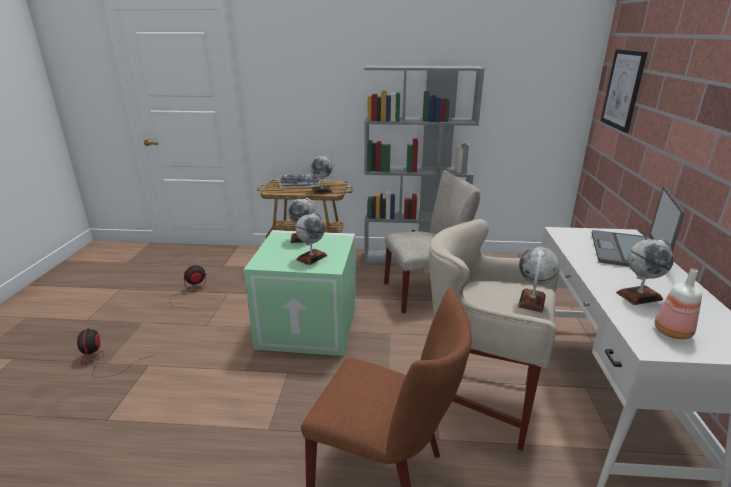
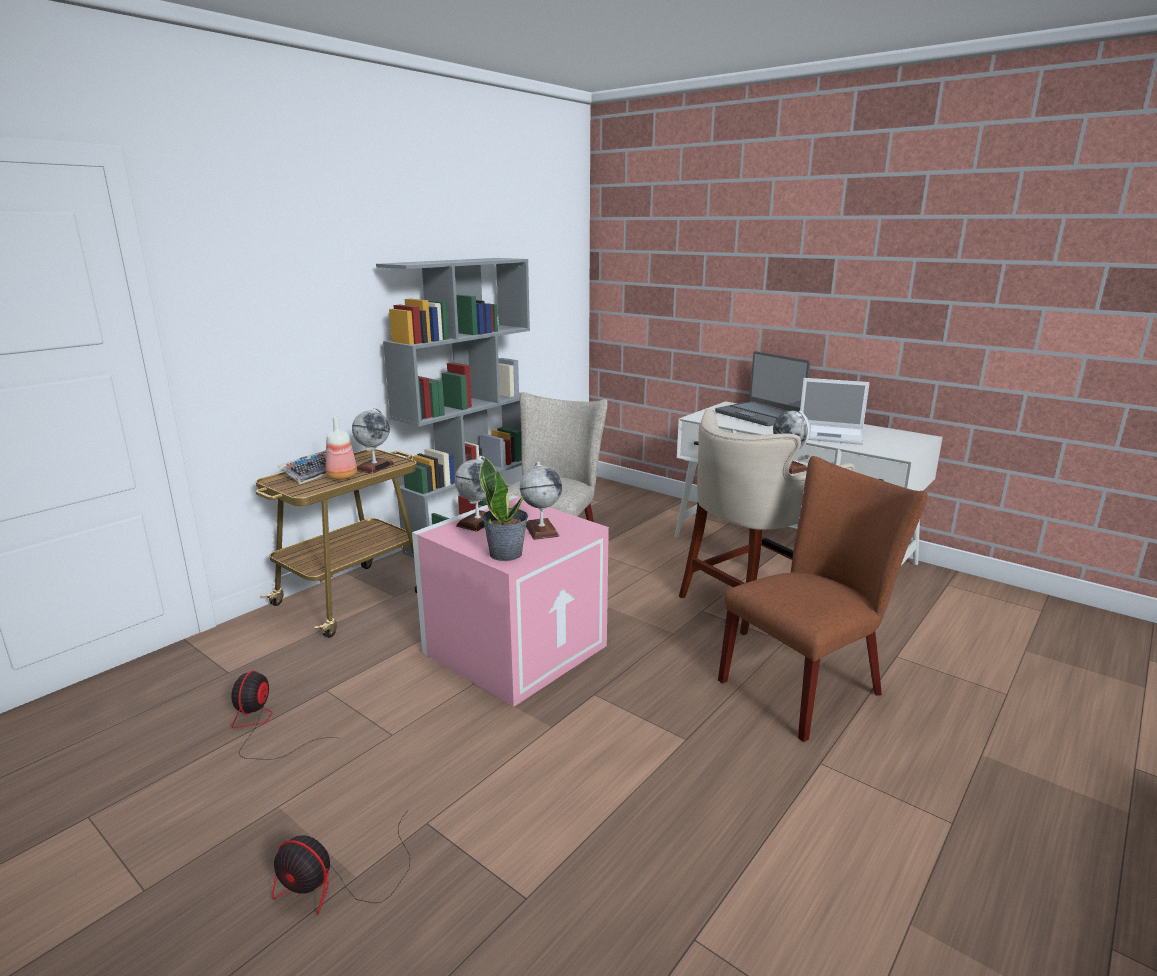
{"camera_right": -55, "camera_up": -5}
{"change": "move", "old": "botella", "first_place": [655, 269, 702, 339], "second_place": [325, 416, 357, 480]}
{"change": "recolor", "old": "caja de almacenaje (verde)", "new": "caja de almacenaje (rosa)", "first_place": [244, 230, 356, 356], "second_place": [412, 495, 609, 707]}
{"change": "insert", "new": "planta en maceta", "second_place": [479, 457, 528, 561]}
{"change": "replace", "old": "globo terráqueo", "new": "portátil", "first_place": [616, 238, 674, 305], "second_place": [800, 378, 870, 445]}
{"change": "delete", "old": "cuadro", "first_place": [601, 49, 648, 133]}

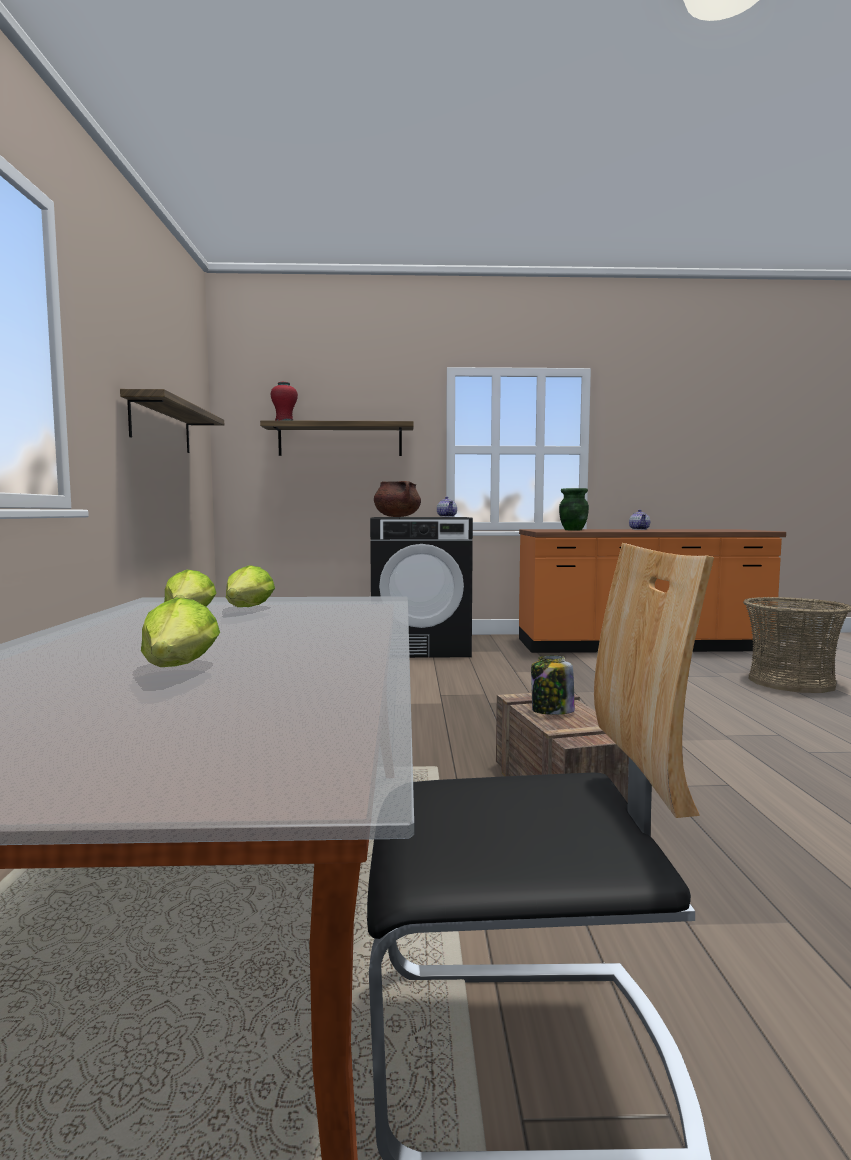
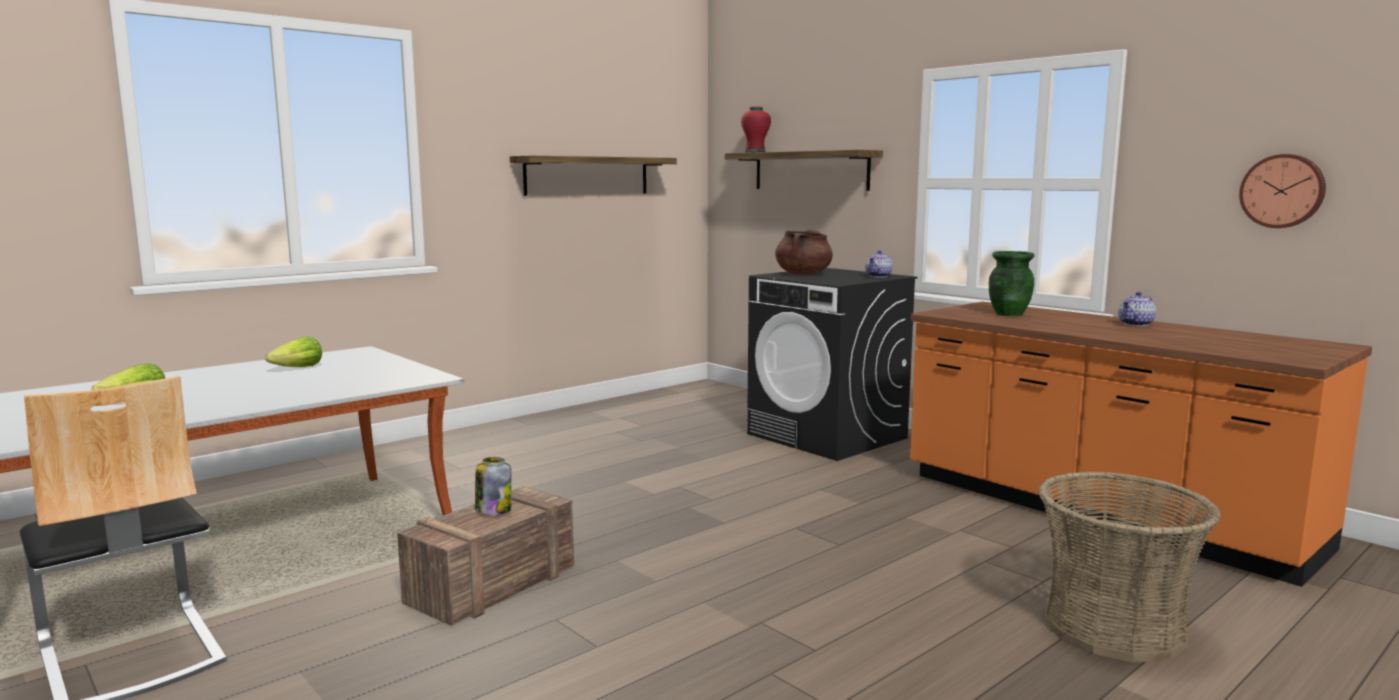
{"camera_right": 50, "camera_up": 5}
{"change": "insert", "new": "reloj de pared", "second_place": [1239, 154, 1326, 228]}
{"change": "delete", "old": "lechuga", "first_place": [226, 565, 275, 607]}

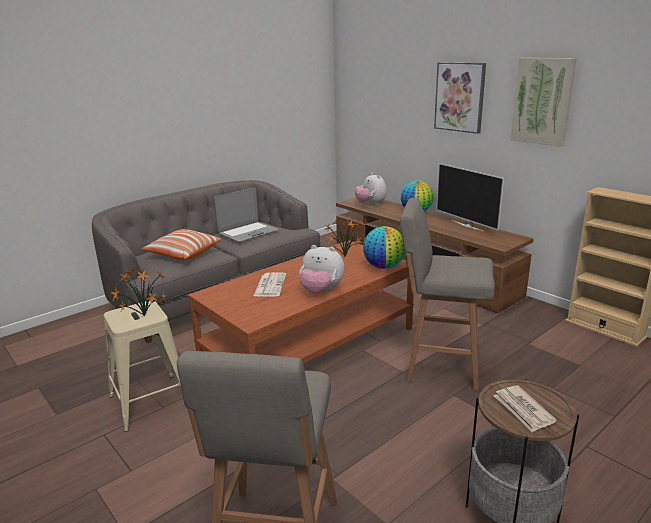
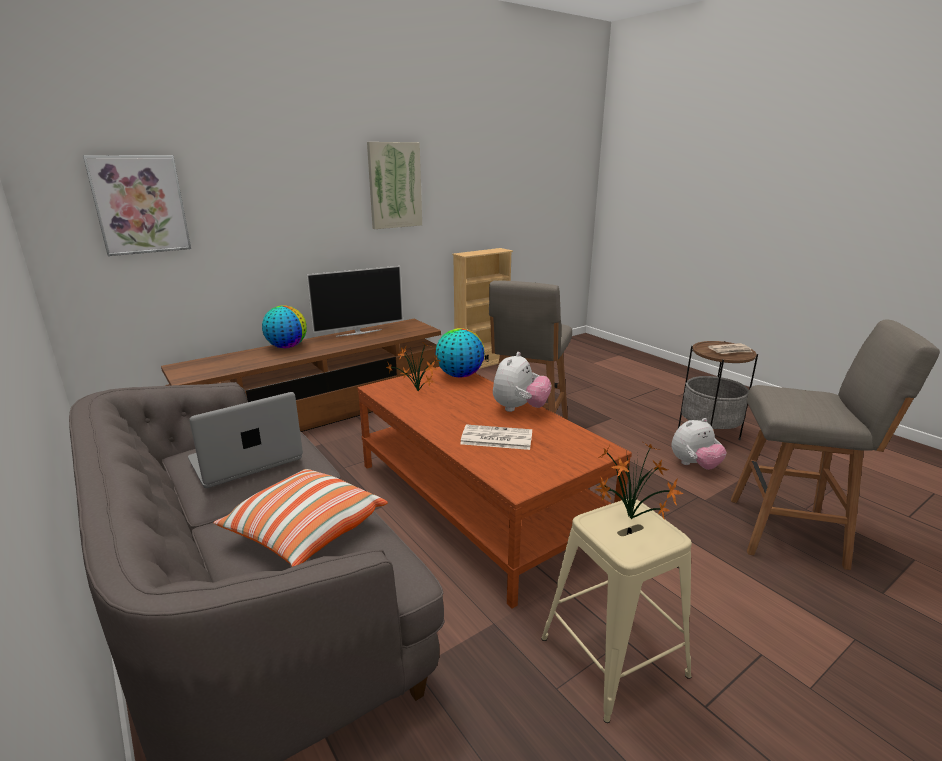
{"camera_right": -85, "camera_up": 0}
{"change": "move", "old": "cuadro", "first_place": [434, 62, 486, 134], "second_place": [83, 155, 191, 256]}
{"change": "rotate", "old": "portátil", "first_place": [214, 188, 279, 242], "second_place": [188, 392, 303, 488], "degrees": -90}
{"change": "move", "old": "peluche", "first_place": [355, 173, 387, 205], "second_place": [672, 418, 727, 470]}

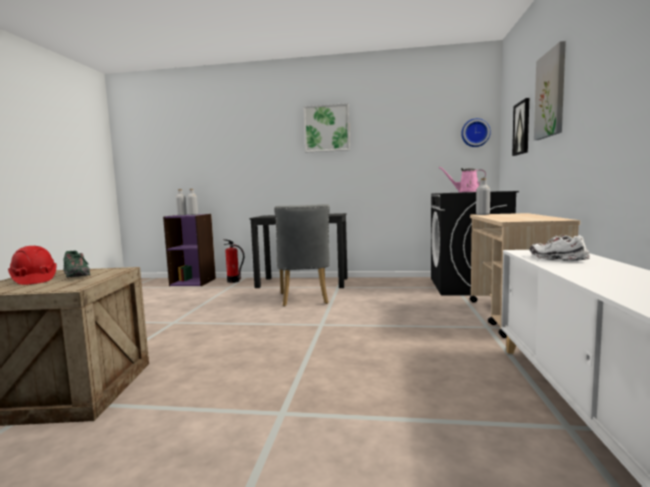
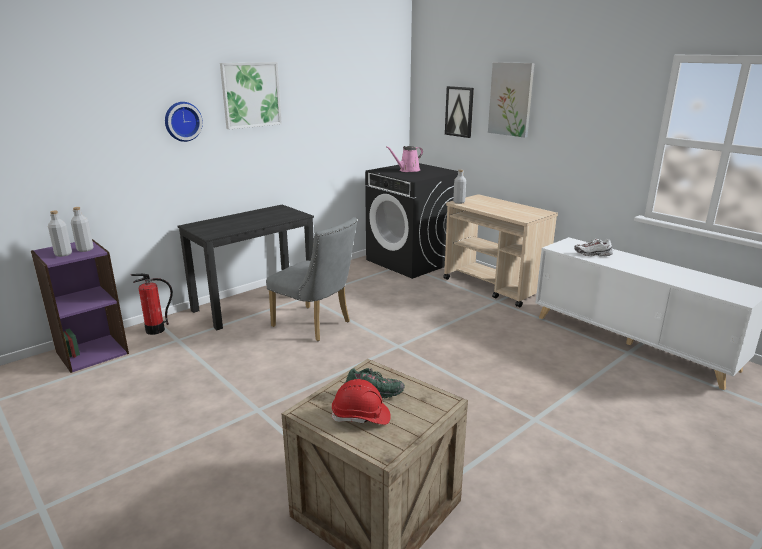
{"camera_right": -50, "camera_up": 15}
{"change": "move", "old": "reloj de pared", "first_place": [461, 118, 491, 147], "second_place": [165, 102, 203, 142]}

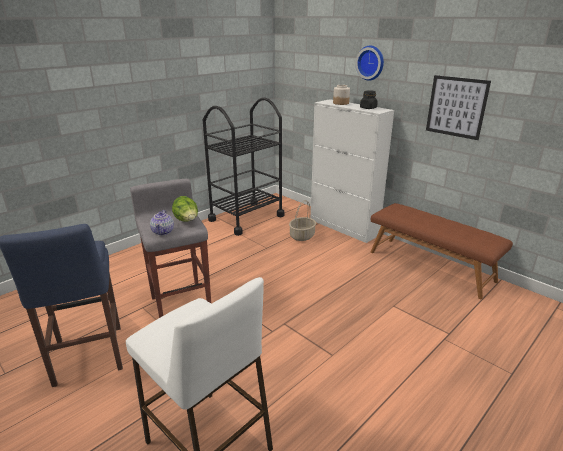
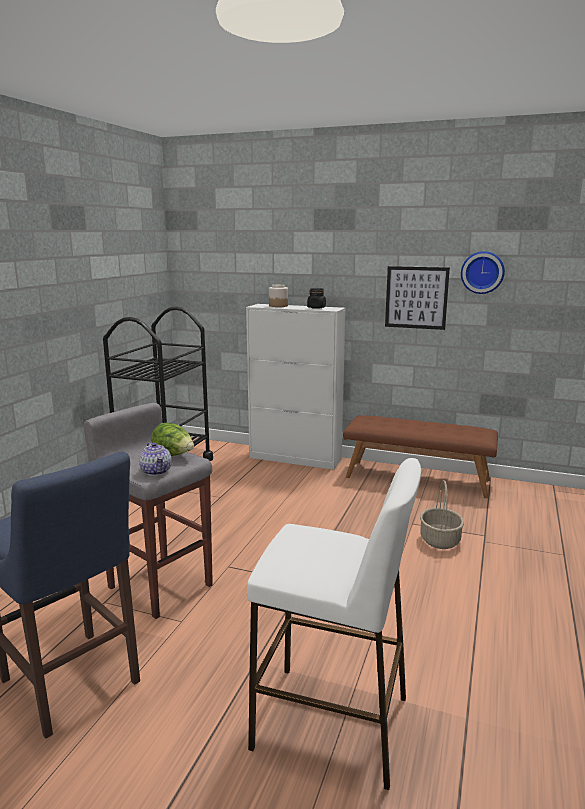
{"camera_right": -25, "camera_up": -10}
{"change": "move", "old": "cesta", "first_place": [289, 200, 316, 241], "second_place": [420, 480, 464, 549]}
{"change": "move", "old": "reloj de pared", "first_place": [355, 45, 384, 81], "second_place": [461, 251, 505, 294]}

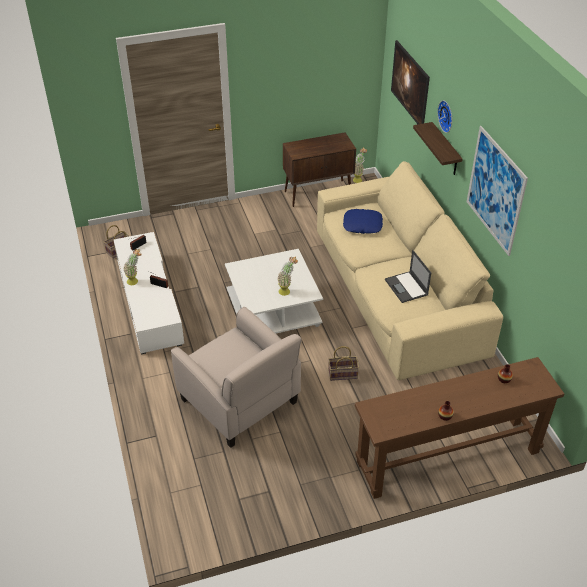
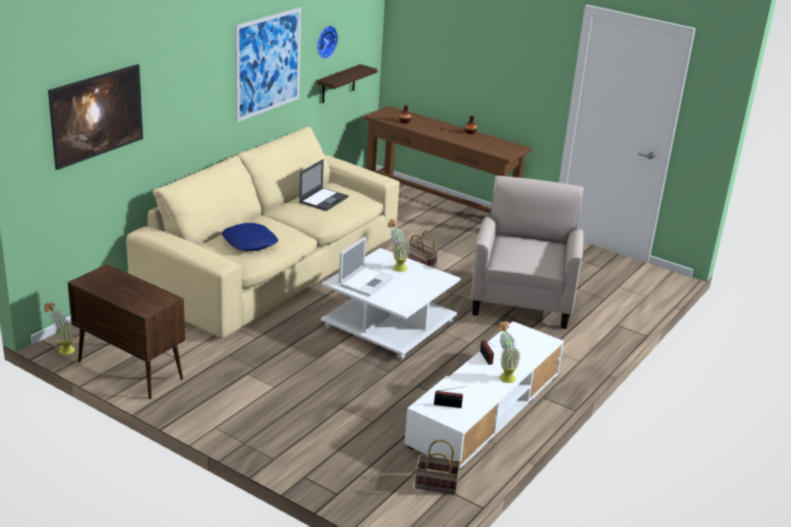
{"camera_right": -130, "camera_up": -15}
{"change": "move", "old": "reloj de pared", "first_place": [437, 100, 452, 133], "second_place": [317, 25, 338, 59]}
{"change": "move", "old": "estante", "first_place": [413, 122, 462, 175], "second_place": [317, 64, 378, 103]}
{"change": "insert", "new": "portátil", "second_place": [339, 237, 394, 296]}

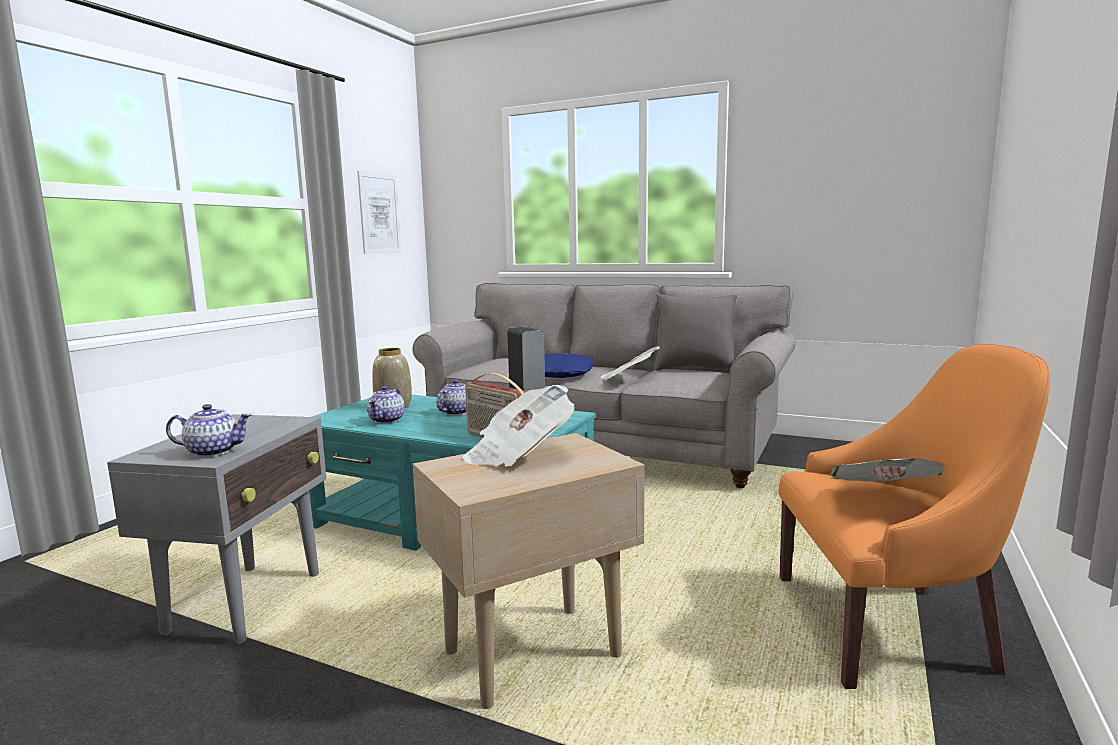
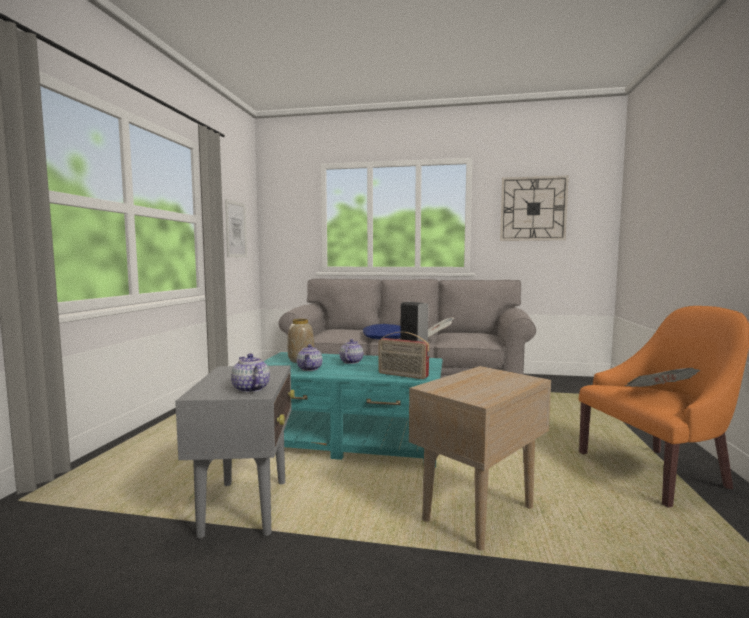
{"camera_right": -15, "camera_up": -5}
{"change": "rotate", "old": "tetera", "first_place": [166, 404, 252, 457], "second_place": [231, 353, 270, 393], "degrees": -105}
{"change": "insert", "new": "reloj de pared", "second_place": [500, 175, 569, 241]}
{"change": "delete", "old": "periódico", "first_place": [463, 385, 574, 467]}
{"change": "delete", "old": "cojín (gris)", "first_place": [656, 294, 737, 371]}

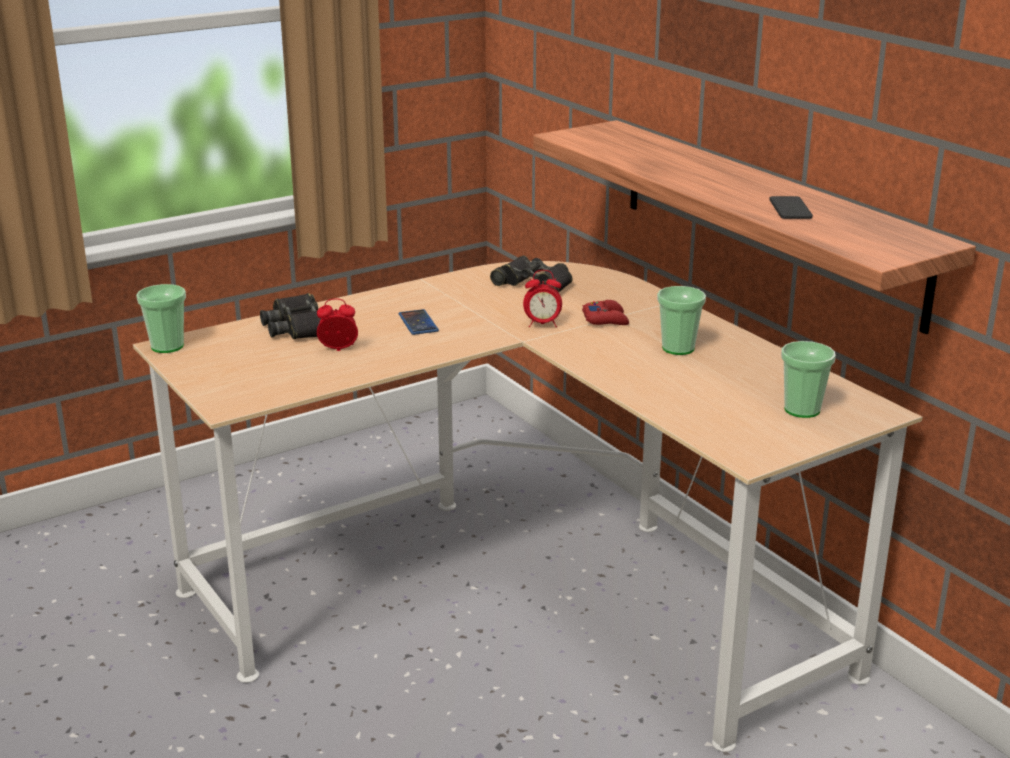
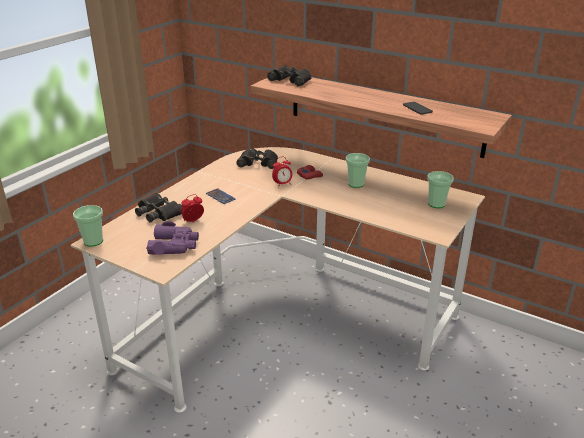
{"camera_right": -25, "camera_up": 5}
{"change": "insert", "new": "prismáticos (morado)", "second_place": [146, 221, 199, 255]}
{"change": "insert", "new": "prismáticos (negro)", "second_place": [267, 65, 312, 87]}

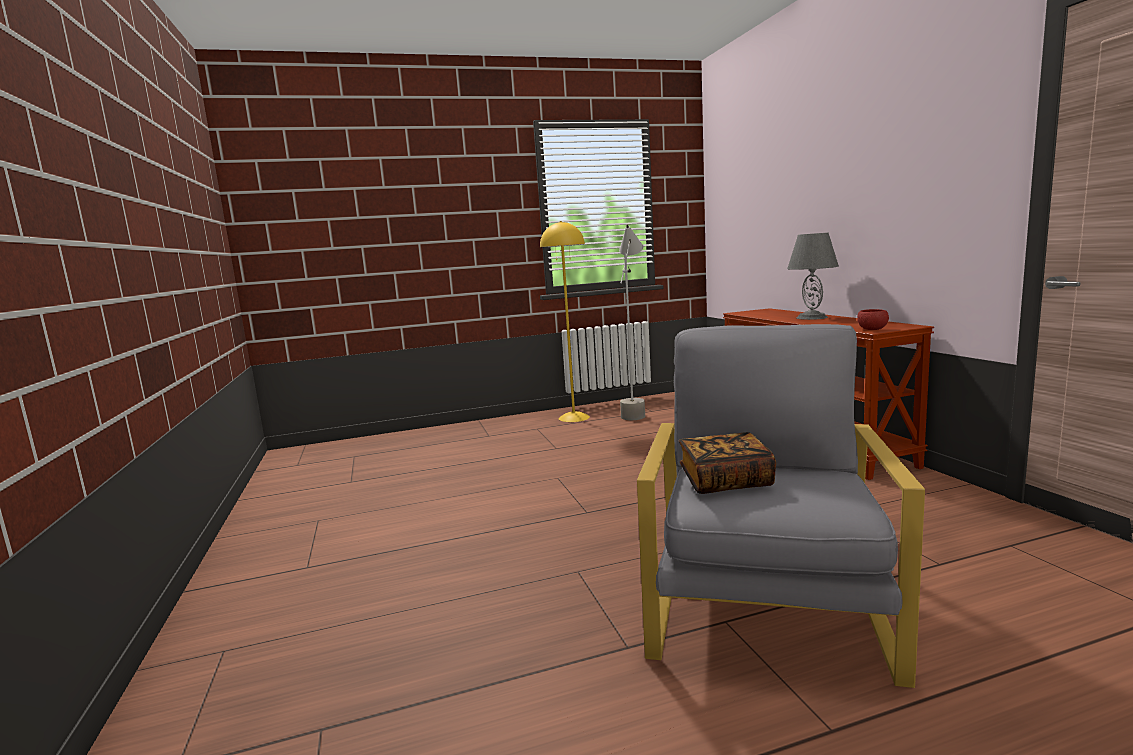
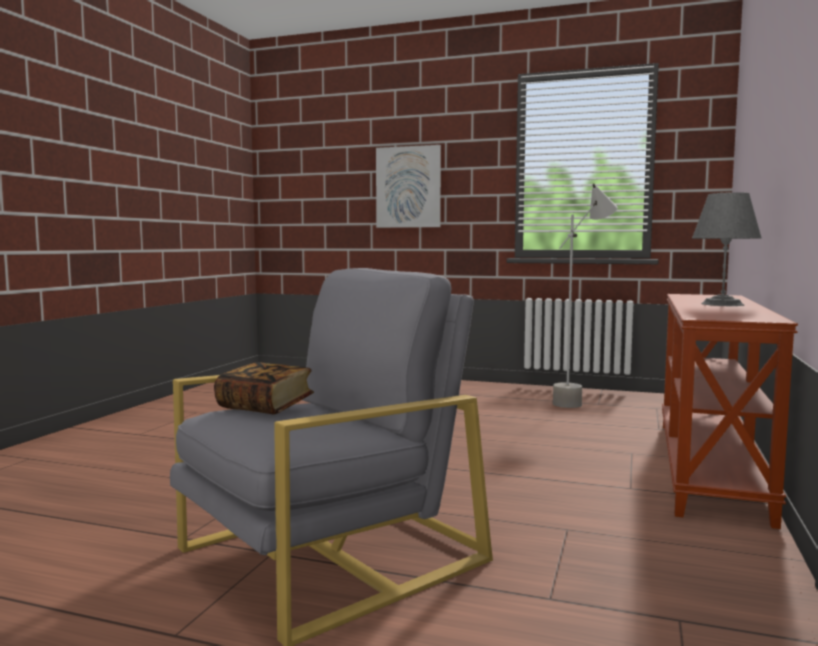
{"camera_right": 35, "camera_up": -5}
{"change": "insert", "new": "cuadro", "second_place": [376, 145, 441, 228]}
{"change": "delete", "old": "lámpara de pie (amarillo)", "first_place": [540, 221, 590, 422]}
{"change": "delete", "old": "cuenco (rojo)", "first_place": [857, 309, 889, 330]}

